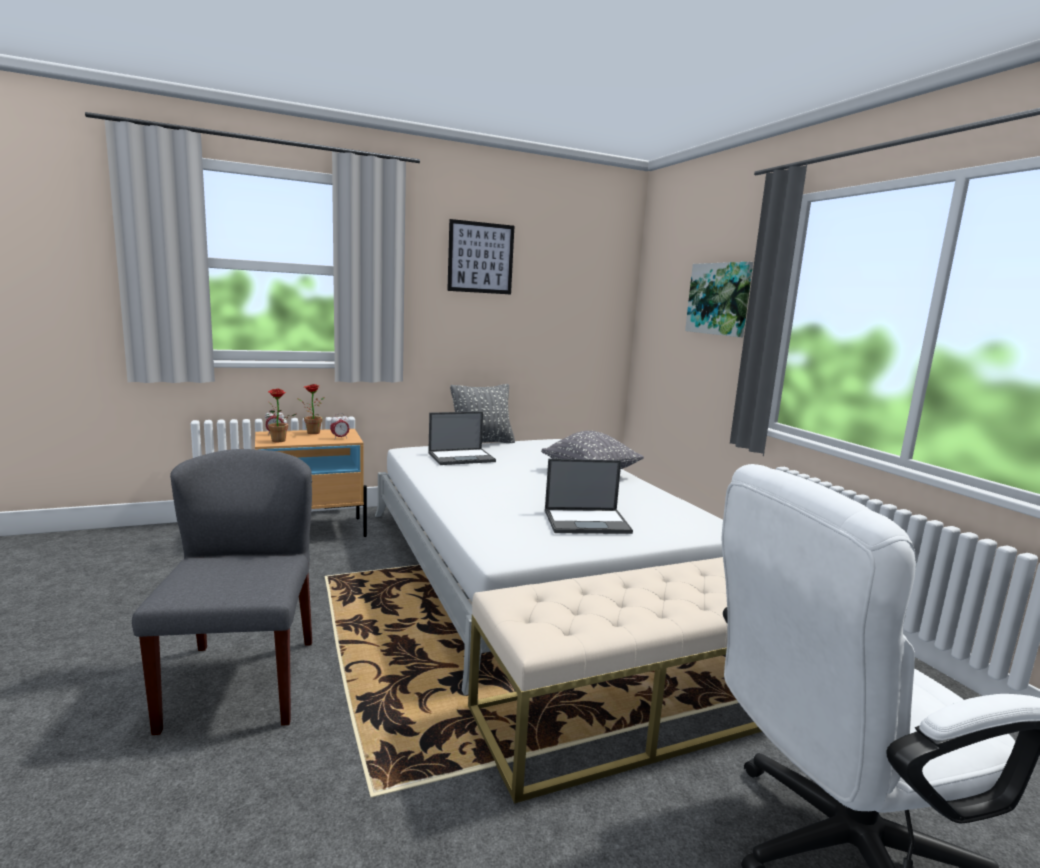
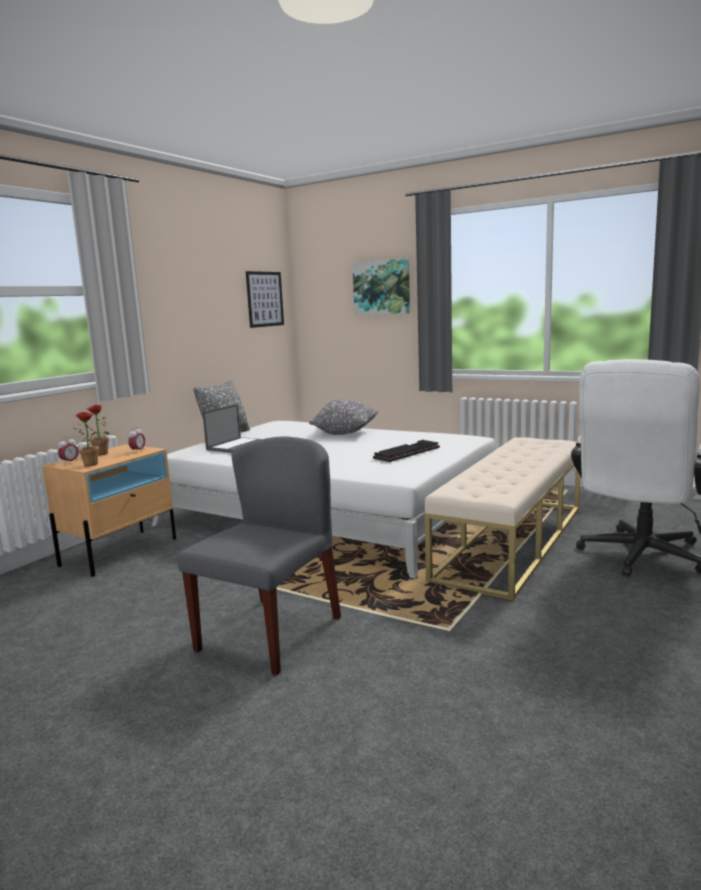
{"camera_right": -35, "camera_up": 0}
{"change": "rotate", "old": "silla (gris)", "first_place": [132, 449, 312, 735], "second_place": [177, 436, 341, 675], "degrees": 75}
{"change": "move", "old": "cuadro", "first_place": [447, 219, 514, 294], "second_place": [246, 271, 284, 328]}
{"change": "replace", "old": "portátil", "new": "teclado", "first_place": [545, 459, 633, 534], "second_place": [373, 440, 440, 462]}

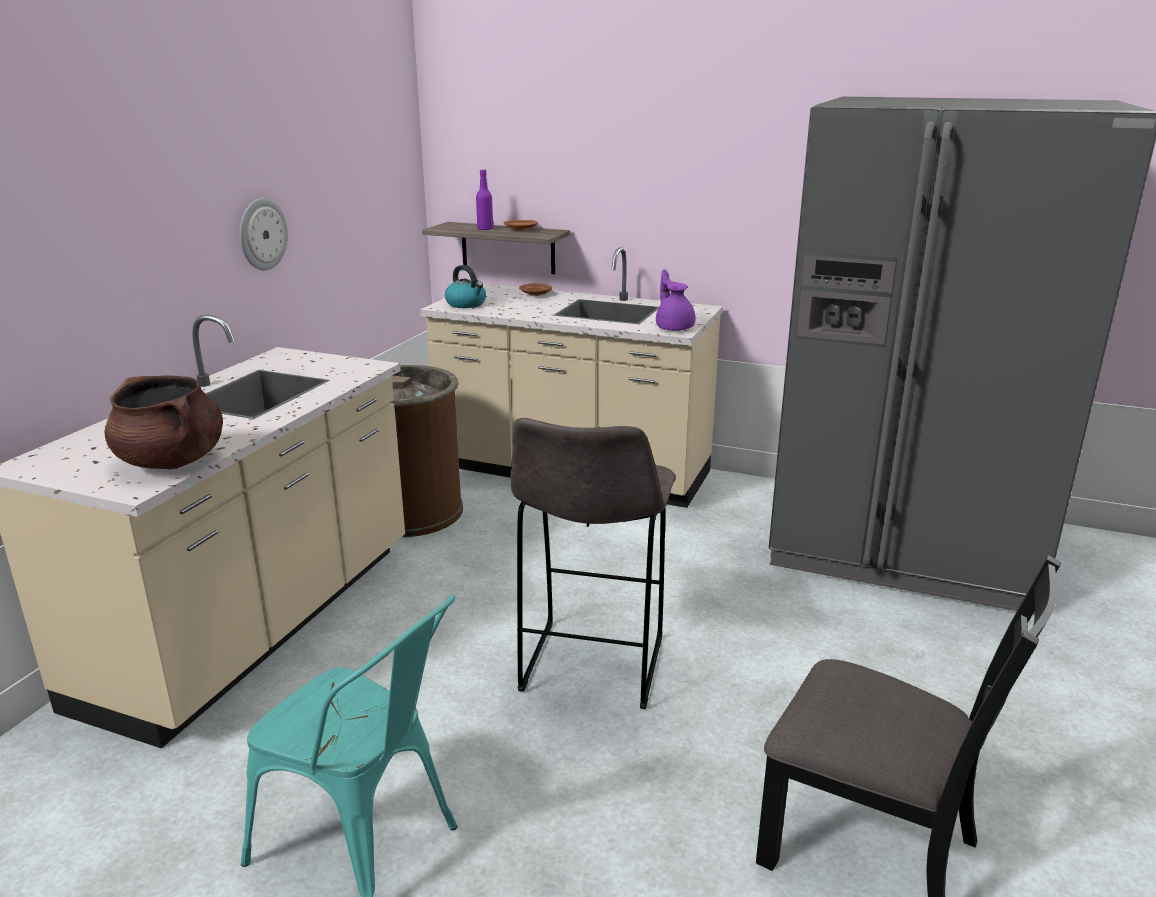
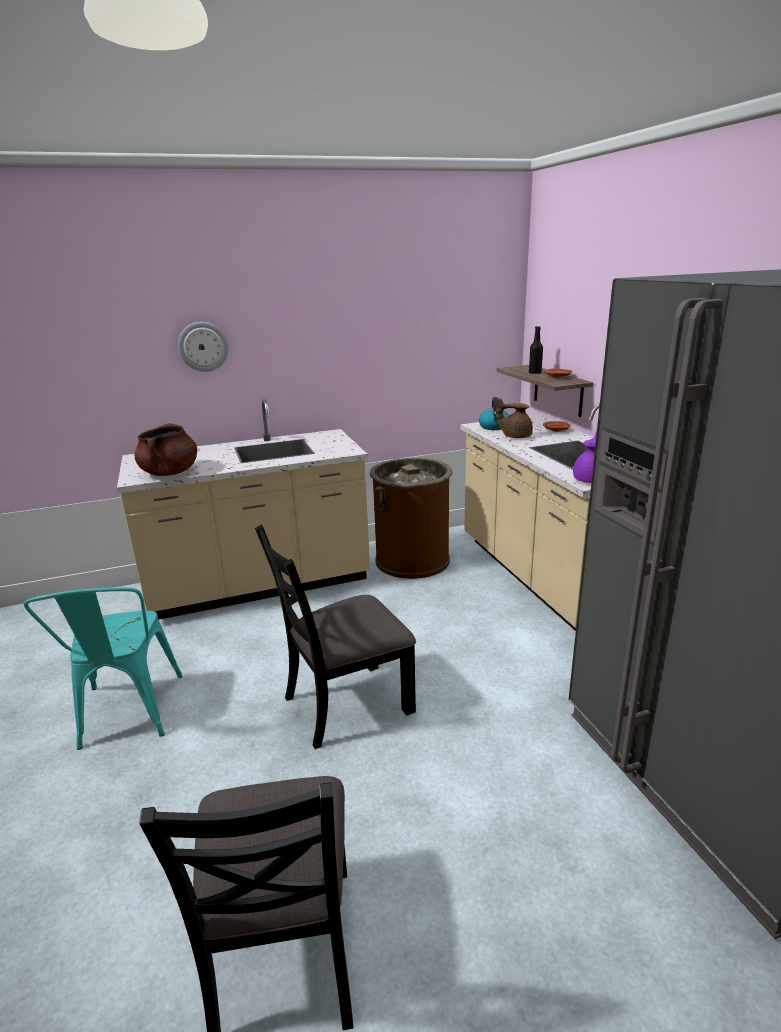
{"camera_right": 50, "camera_up": 0}
{"change": "move", "old": "reloj de pared", "first_place": [240, 198, 288, 270], "second_place": [178, 322, 229, 372]}
{"change": "replace", "old": "taburete (gris)", "new": "silla (negro)", "first_place": [511, 418, 676, 709], "second_place": [255, 525, 416, 749]}
{"change": "insert", "new": "tetera (marrón)", "second_place": [496, 397, 533, 438]}
{"change": "recolor", "old": "botella (morado)", "new": "botella (negro)", "first_place": [476, 170, 493, 230], "second_place": [529, 326, 543, 374]}

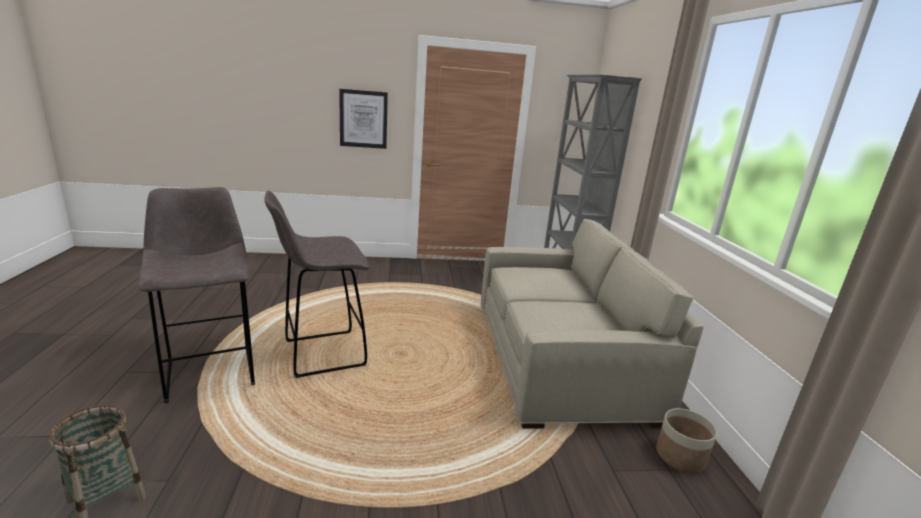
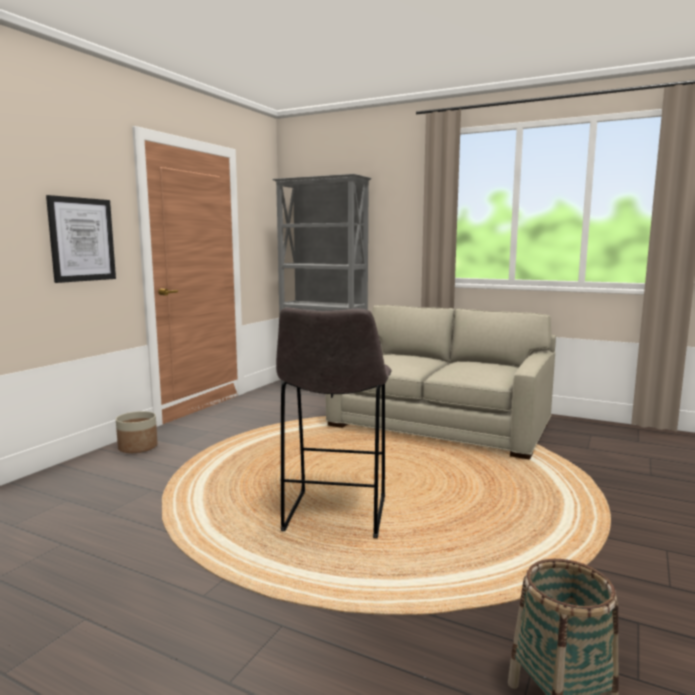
{"camera_right": -55, "camera_up": -10}
{"change": "move", "old": "maceta", "first_place": [656, 408, 717, 473], "second_place": [116, 411, 158, 453]}
{"change": "delete", "old": "taburete (gris)", "first_place": [138, 187, 255, 403]}

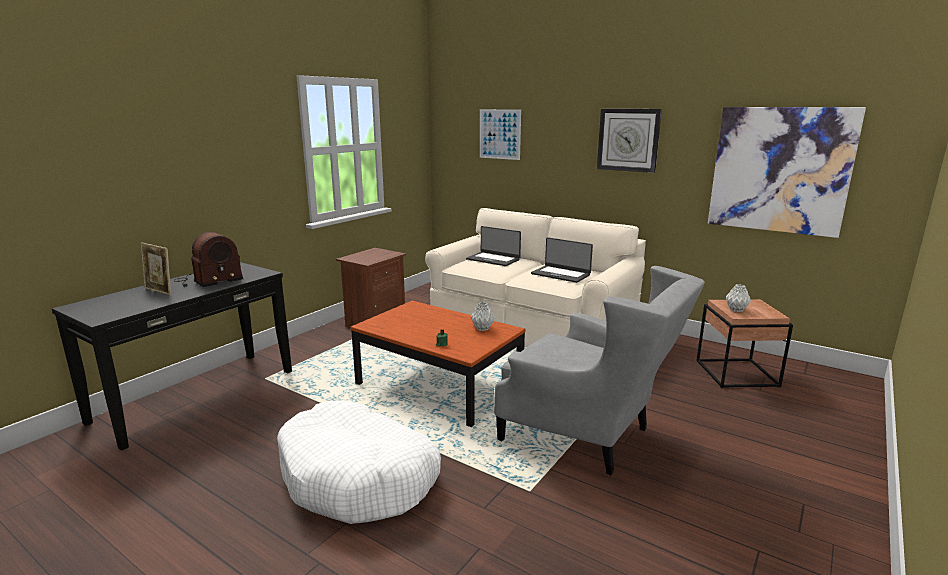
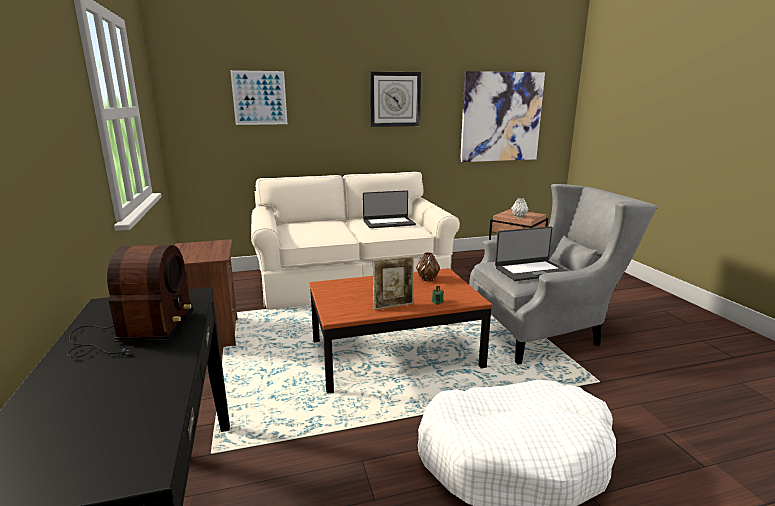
{"camera_right": -50, "camera_up": 0}
{"change": "move", "old": "portarretratos", "first_place": [141, 243, 171, 295], "second_place": [373, 256, 414, 310]}
{"change": "recolor", "old": "florero (gris)", "new": "florero (marrón)", "first_place": [471, 302, 495, 331], "second_place": [416, 252, 440, 281]}
{"change": "move", "old": "portátil", "first_place": [466, 226, 521, 266], "second_place": [495, 226, 568, 281]}

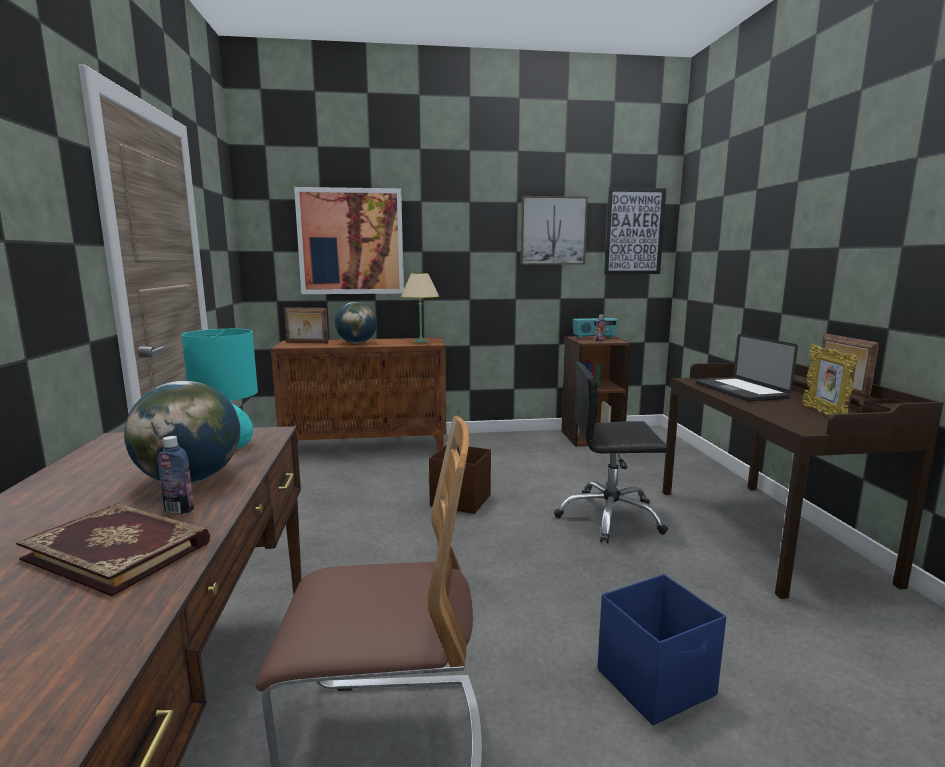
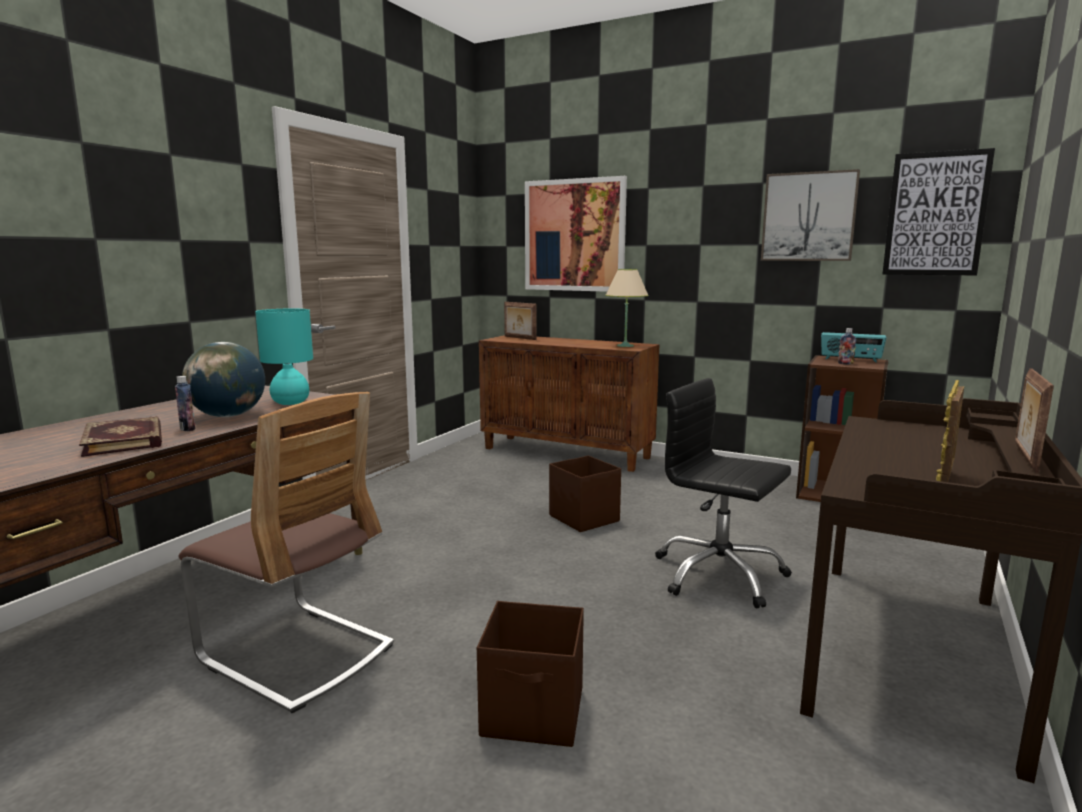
{"camera_right": 35, "camera_up": 0}
{"change": "recolor", "old": "caja de almacenaje (azul)", "new": "caja de almacenaje (marrón)", "first_place": [598, 574, 726, 725], "second_place": [477, 601, 584, 747]}
{"change": "delete", "old": "globo terráqueo", "first_place": [335, 302, 377, 343]}
{"change": "delete", "old": "portátil", "first_place": [696, 334, 798, 401]}

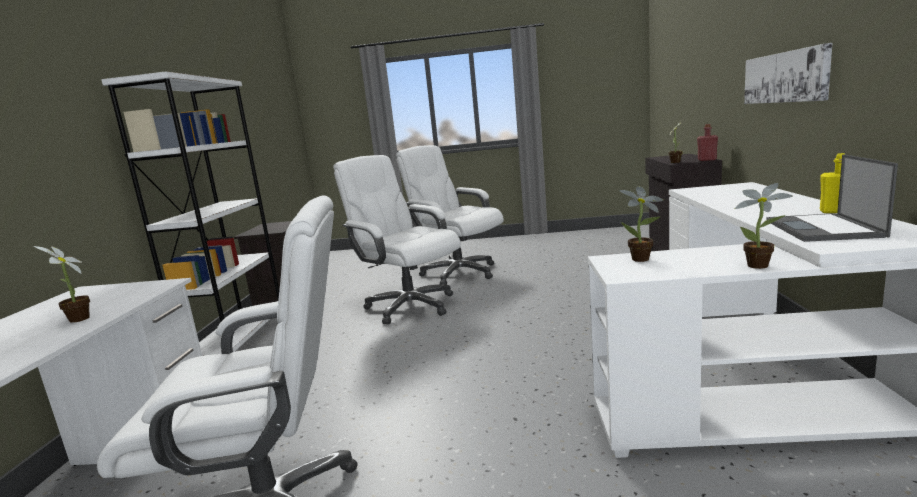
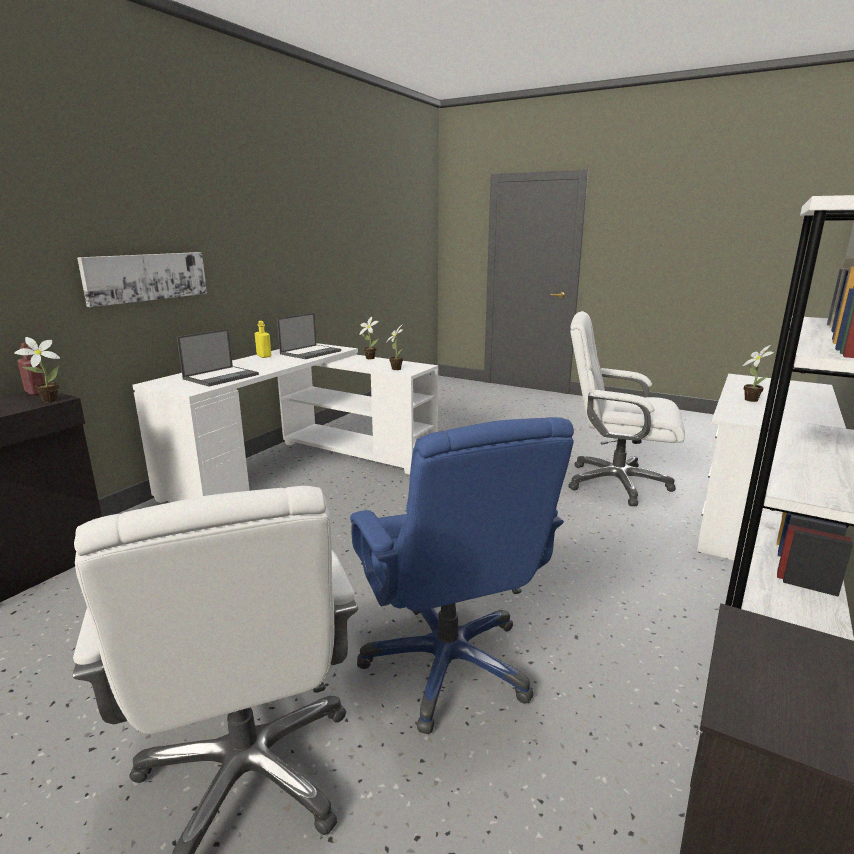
{"camera_right": -155, "camera_up": 5}
{"change": "insert", "new": "portátil", "second_place": [177, 329, 259, 387]}
{"change": "recolor", "old": "silla de oficina (blanco)", "new": "silla de oficina (azul)", "first_place": [333, 155, 461, 324], "second_place": [350, 417, 574, 734]}

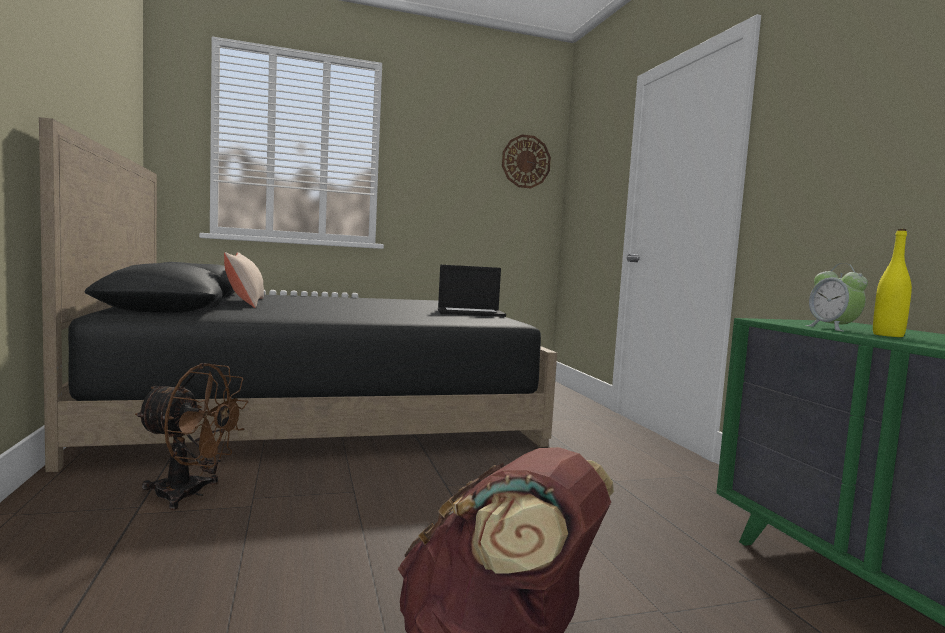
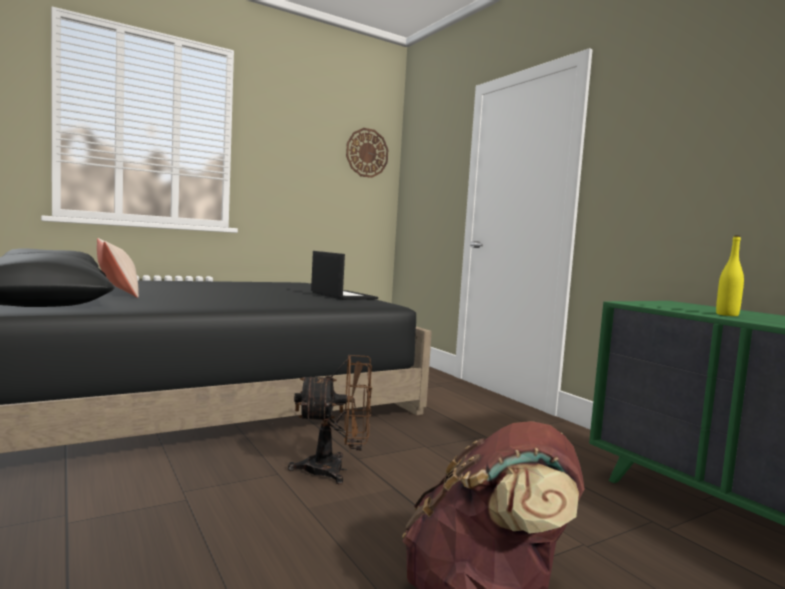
{"camera_right": -15, "camera_up": 0}
{"change": "move", "old": "ventilador (marrón)", "first_place": [135, 363, 248, 510], "second_place": [288, 355, 372, 485]}
{"change": "rotate", "old": "portátil", "first_place": [438, 265, 506, 317], "second_place": [311, 251, 378, 300], "degrees": -105}
{"change": "delete", "old": "despertador", "first_place": [805, 263, 868, 332]}

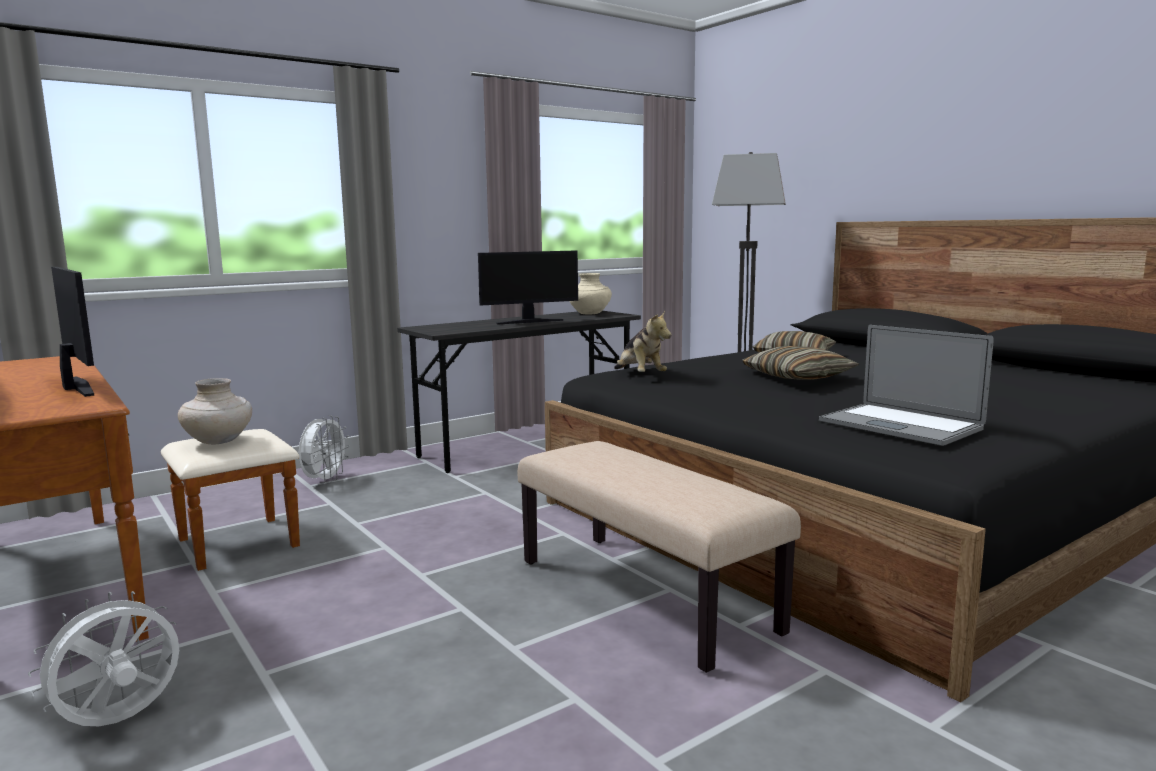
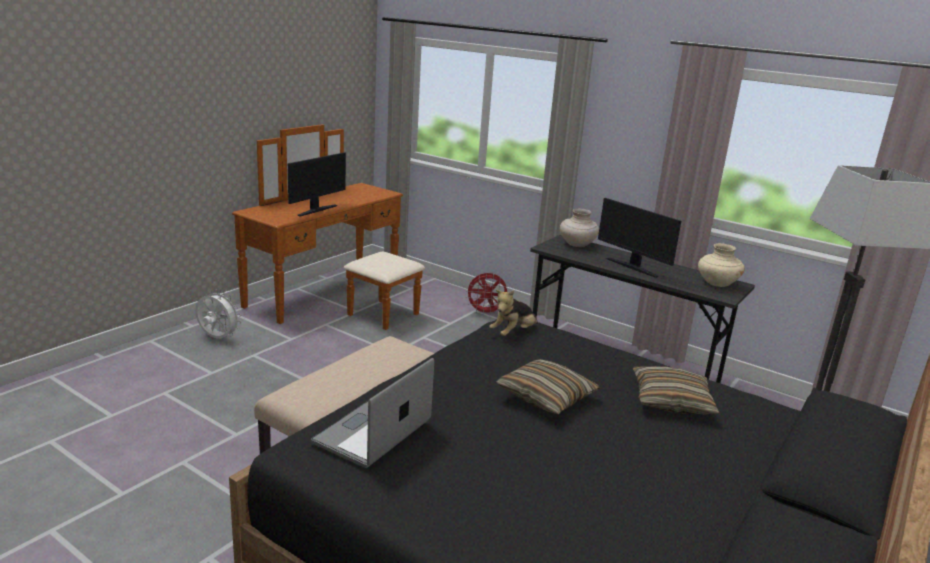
{"camera_right": 70, "camera_up": 10}
{"change": "recolor", "old": "ventilador (blanco)", "new": "ventilador (rojo)", "first_place": [299, 415, 350, 484], "second_place": [466, 273, 509, 315]}
{"change": "move", "old": "florero (beis)", "first_place": [178, 378, 252, 445], "second_place": [560, 209, 599, 247]}

